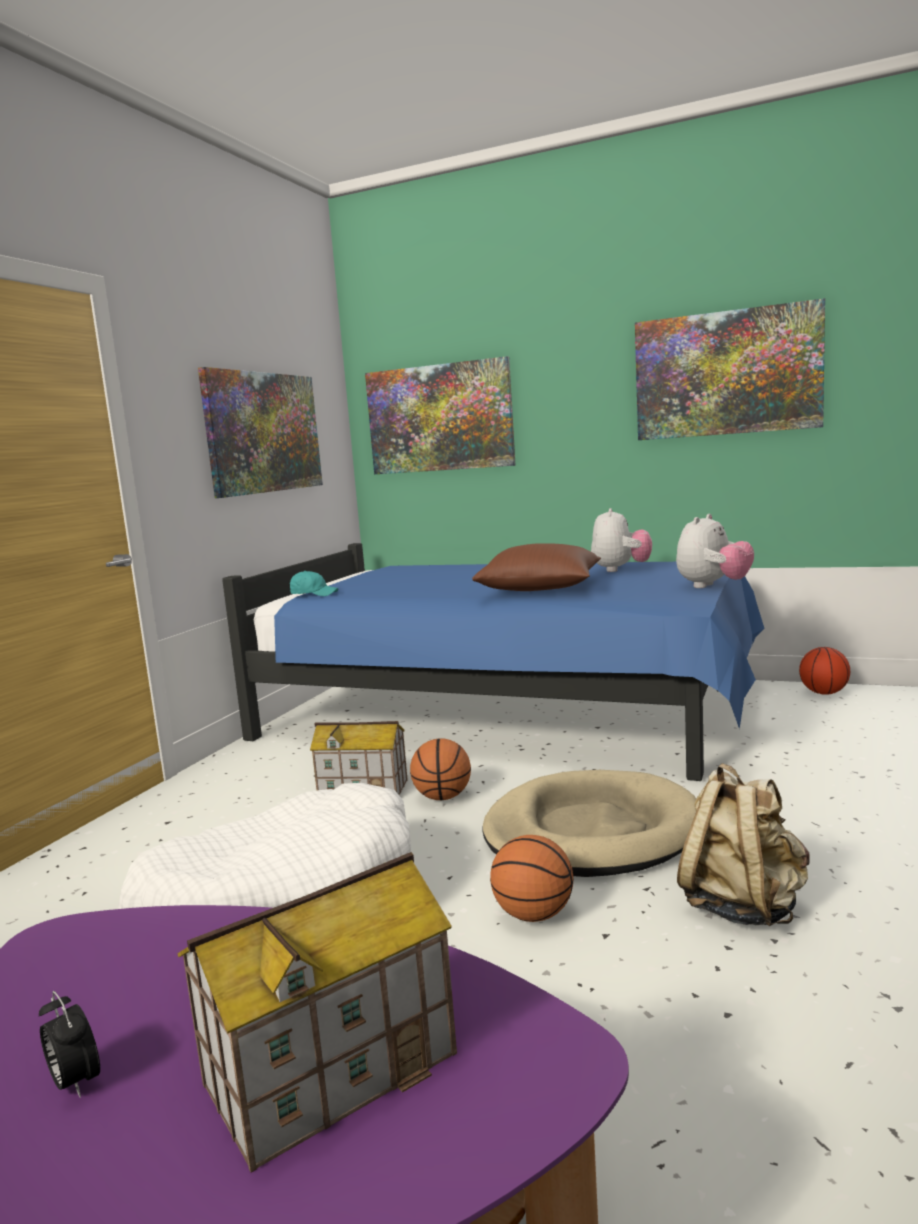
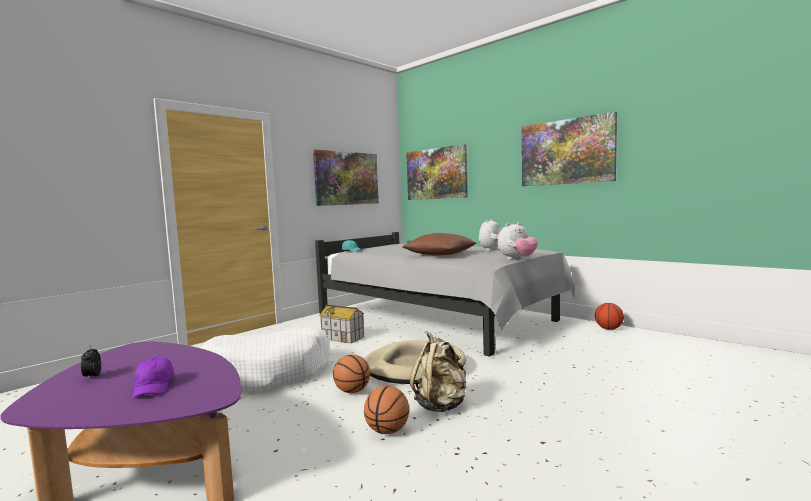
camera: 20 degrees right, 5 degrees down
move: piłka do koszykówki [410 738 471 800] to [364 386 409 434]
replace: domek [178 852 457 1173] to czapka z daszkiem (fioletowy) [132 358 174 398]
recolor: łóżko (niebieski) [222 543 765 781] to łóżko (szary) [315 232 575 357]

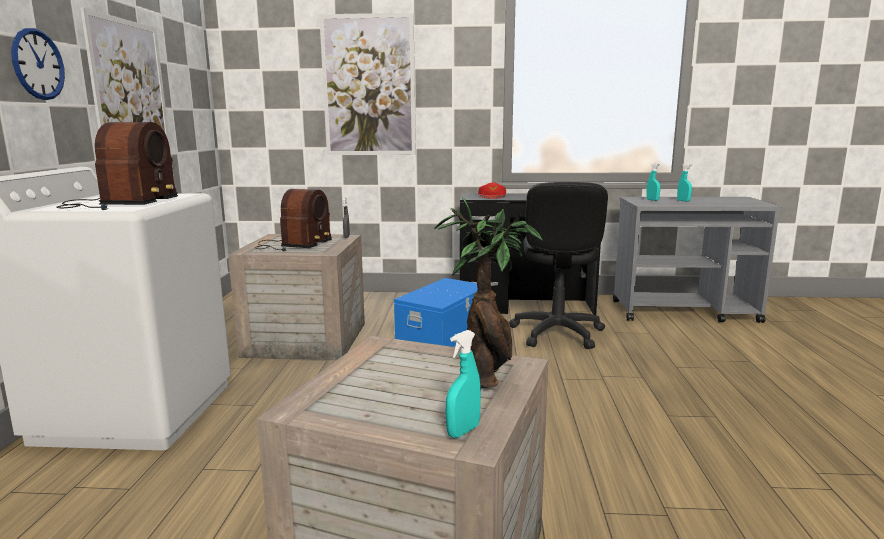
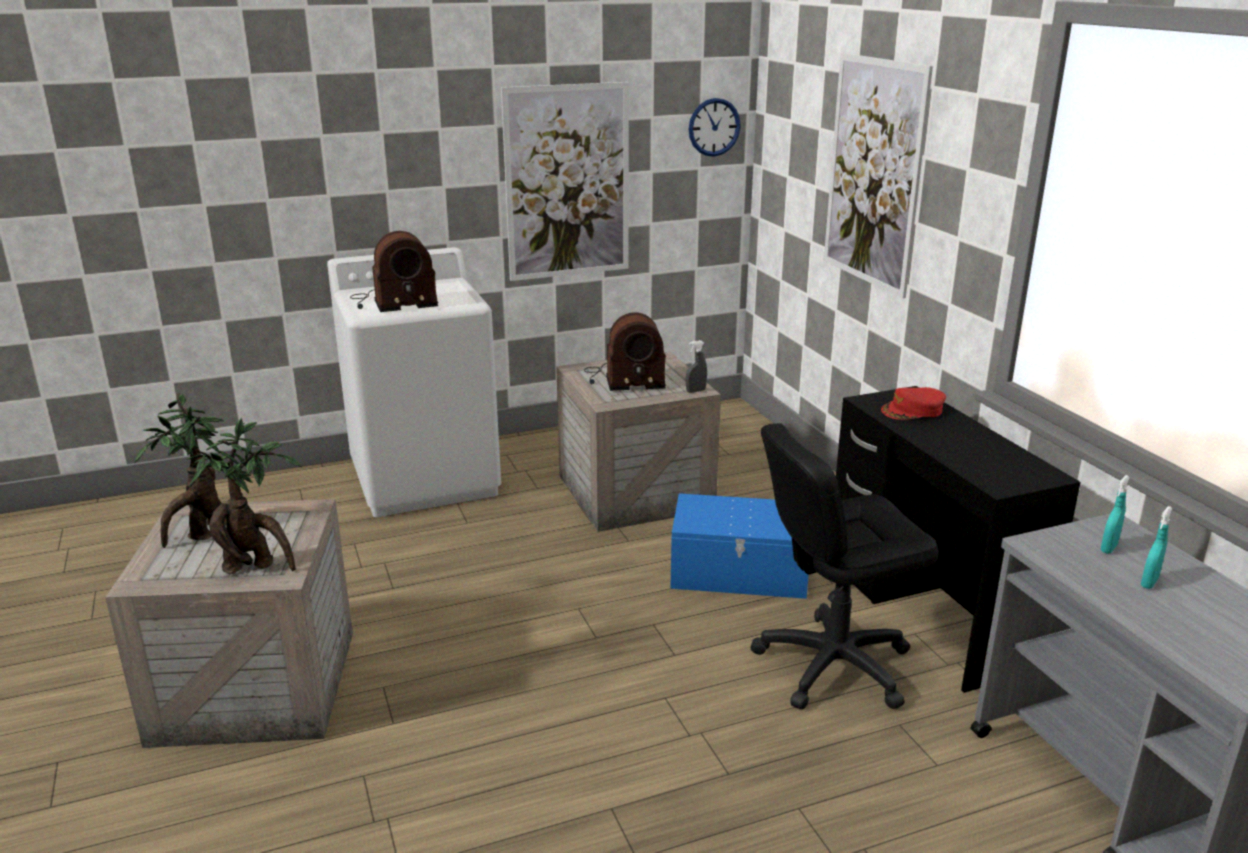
camera: 65 degrees right, 10 degrees up
delete: spryskiwacz (turkusowy) [446 330 481 438]
insert: roślina doniczkowa [134 392 227 548]
move: zegar ścienny [11 28 65 100] to [689 98 741 157]

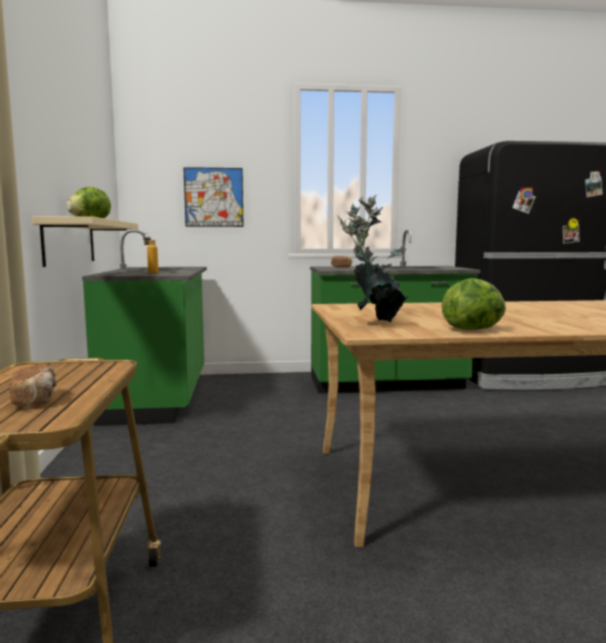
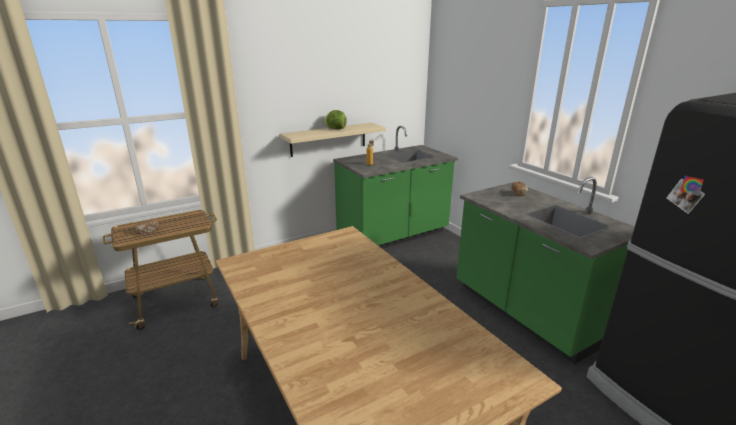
camera: 65 degrees right, 15 degrees up
delete: obraz [183 167 244 227]; roślina doniczkowa [338 195 408 323]; sałata [442 278 506 330]

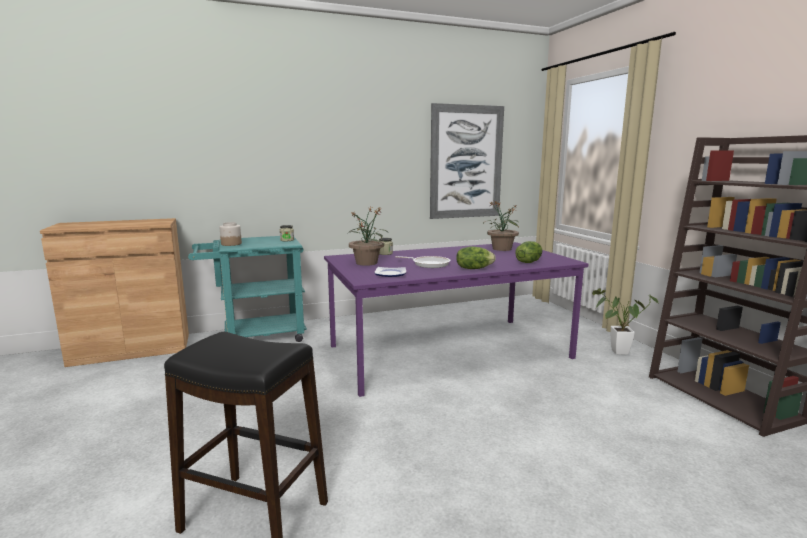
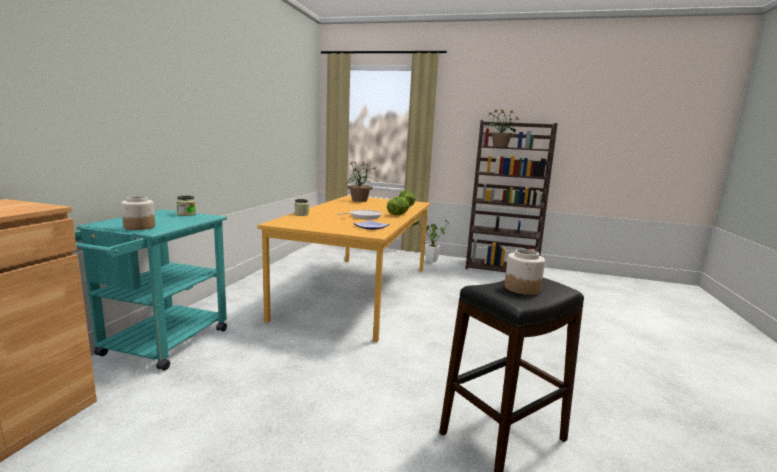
camera: 55 degrees left, 0 degrees up
delete: obraz [430 103 504 219]
insert: słoik [505 249 545 295]
move: roślina doniczkowa [348 207 388 266] to [486 109 520 147]
recolor: stół jadalny (fioletowy) [324 242 588 397] to stół jadalny (pomarańczowy) [258 195 430 342]

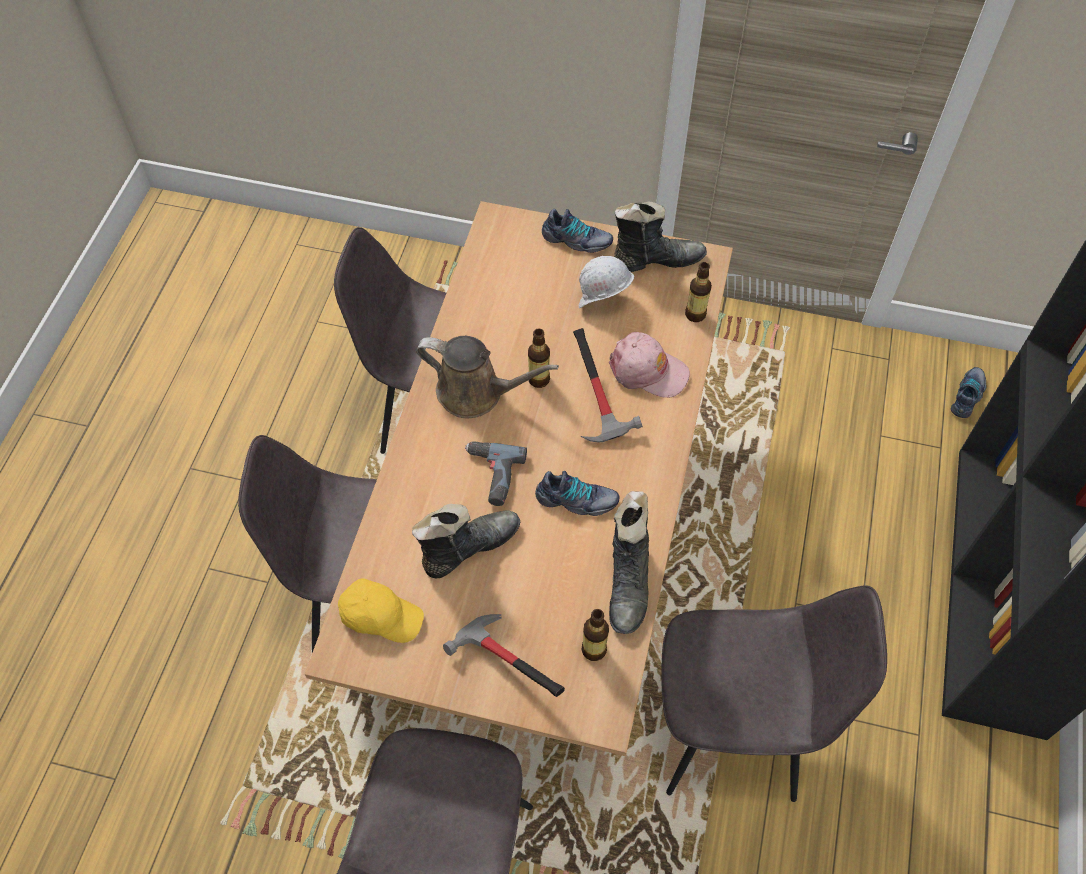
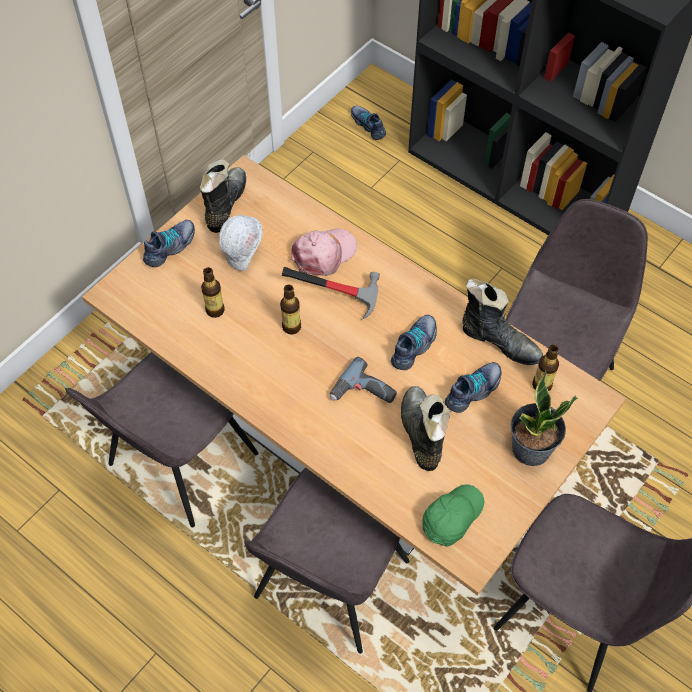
camera: 65 degrees left, 0 degrees up
delete: konewka (brązowy) [416 336 559 418]
insert: but [445 362 501 413]
move: butelka [685 262 712 322] to [201 267 225 318]
replace: młotek [443 614 565 697] to roślina doniczkowa [511 370 578 466]
recolor: czapka z daszkiem (żółty) [338 578 424 643] to czapka z daszkiem (zielony) [422 484 484 546]

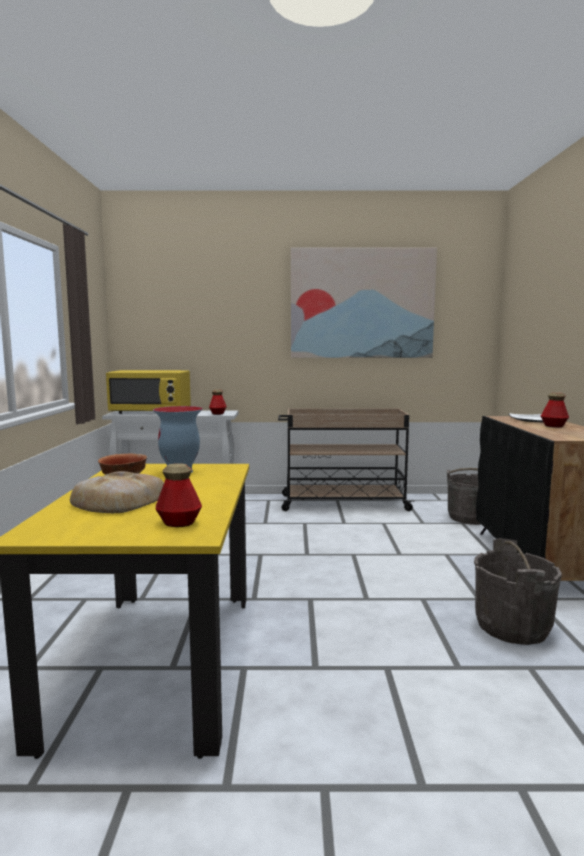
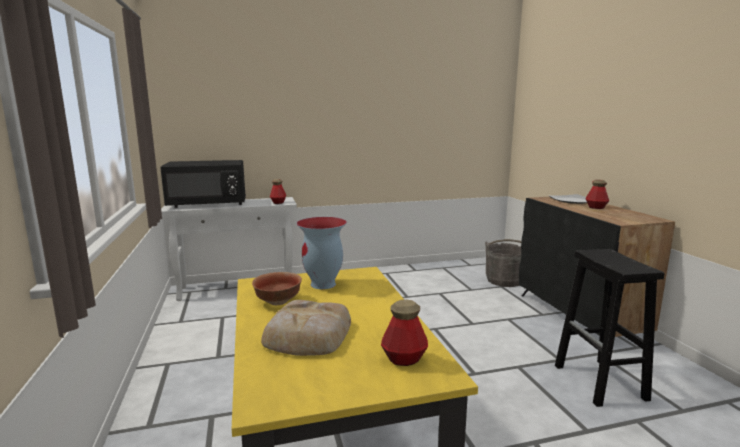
camera: 15 degrees left, 5 degrees up
delete: wózek (beżowy) [278 409 414 511]; obraz [291 247 437 358]
replace: wiadro (szary) [474 538 562 645] to stołek (czarny) [555 249 664 407]
recolor: mikrofalówka (żółty) [106 370 191 414] to mikrofalówka (czarny) [160 160 246 208]

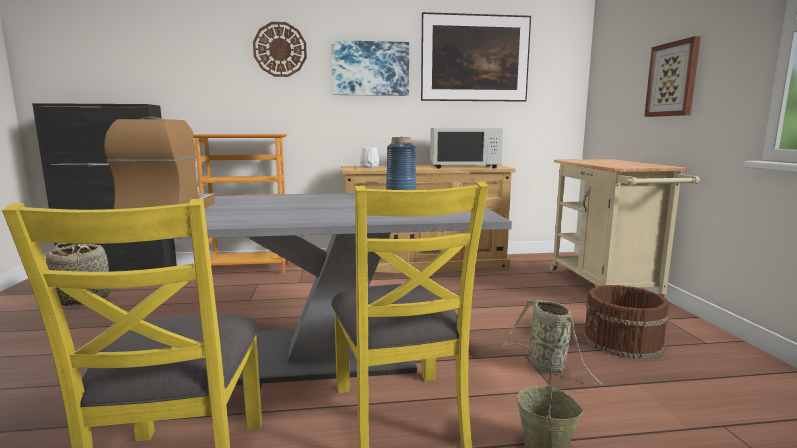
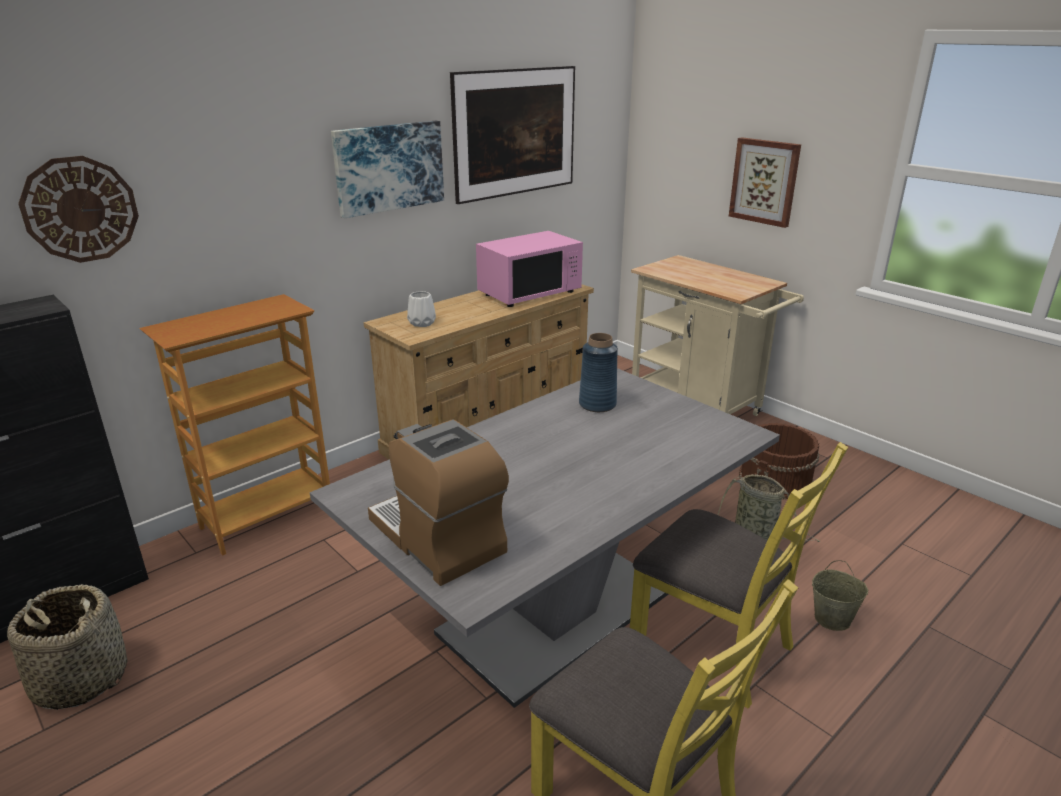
camera: 35 degrees left, 15 degrees up
move: zegar ścienny [253 22 307 77] to [18 156 139 263]
recolor: mikrofalówka (biały) [430 128 503 168] to mikrofalówka (różowy) [476 231 583 307]

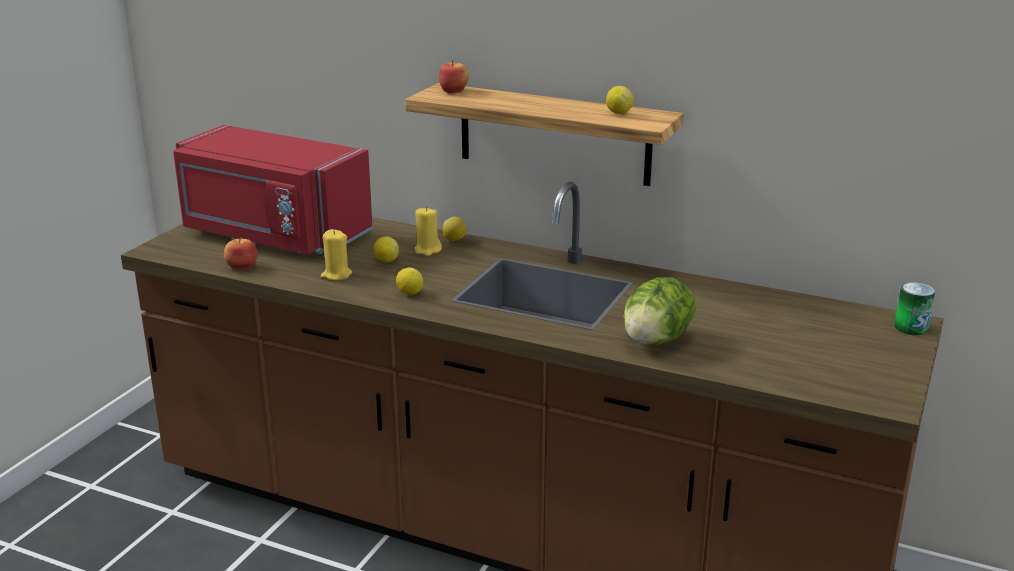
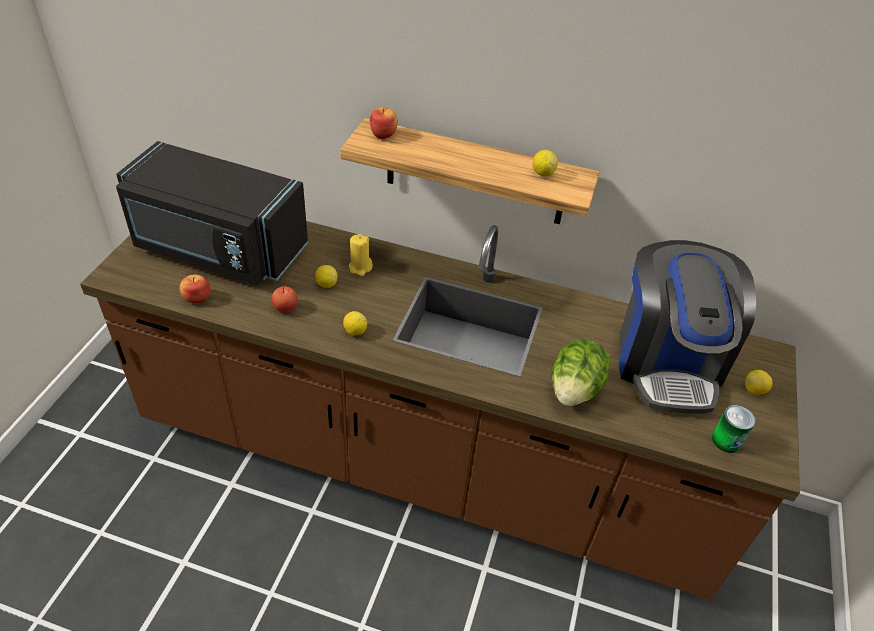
camera: 10 degrees left, 20 degrees up
insert: ekspres do kawy [618 240 756 414]
move: cytryna [443 217 467 241] to [745 370 773 395]; puszka [894 282 935 335] to [712 405 756 453]
replace: świeca (żółty) [321 229 352 280] to jabłko [272 286 297 312]
recolor: mikrofalówka (czerwony) [173 125 373 255] to mikrofalówka (czarny) [116 141 308 286]

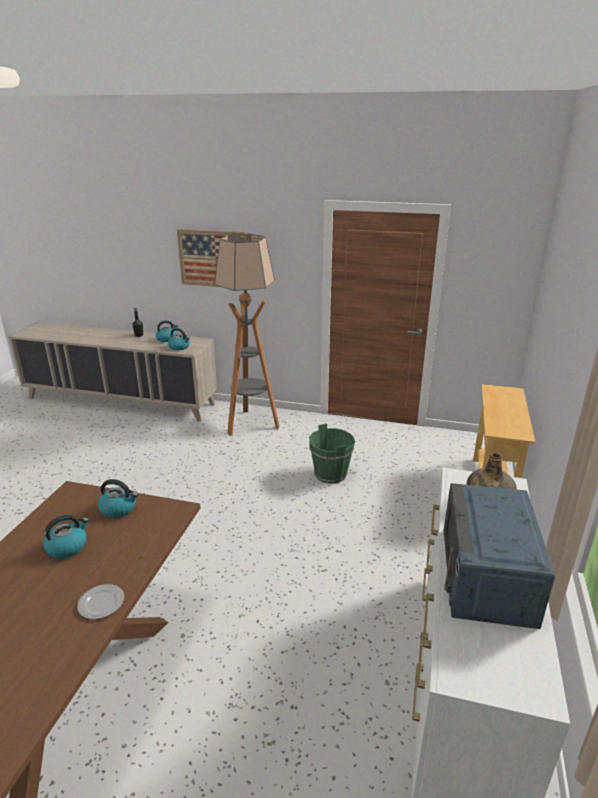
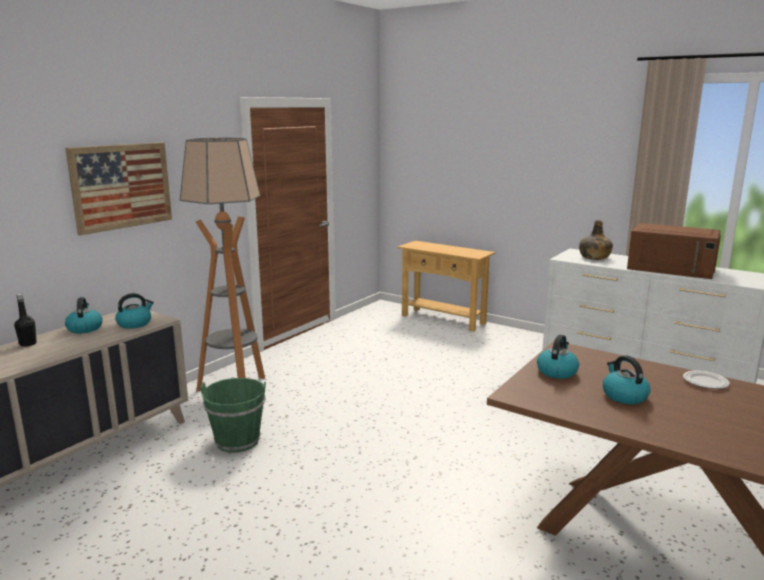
camera: 70 degrees left, 10 degrees down
move: wiadro (zielony) [309 424 355 484] to [200 378 266 453]
recolor: mikrofalówka (niebieski) [444 483 555 629] to mikrofalówka (brązowy) [627 223 721 279]

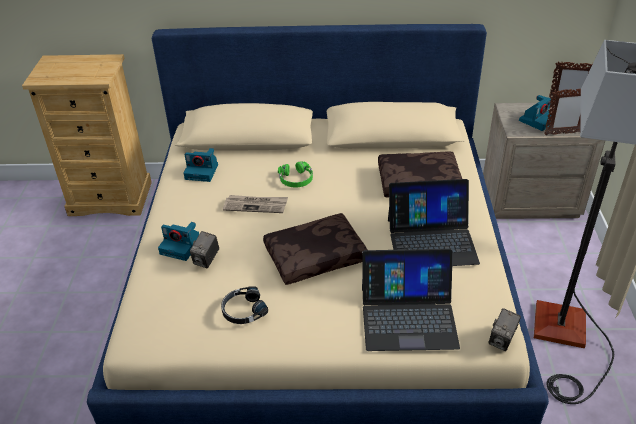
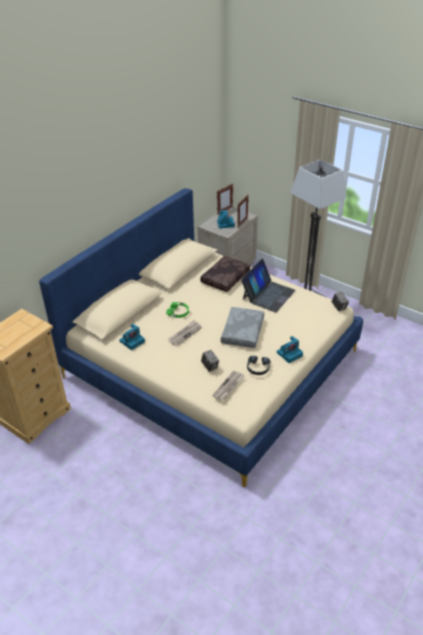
camera: 55 degrees left, 0 degrees up
delete: laptop [362 249 460 351]
insert: gazeta [212 370 245 401]
move: aparat fotograficzny [158 222 199 261] to [277 336 303 363]
recolor: poduszka (brązowy) [263 213 367 285] to poduszka (szary) [221 307 264 348]

